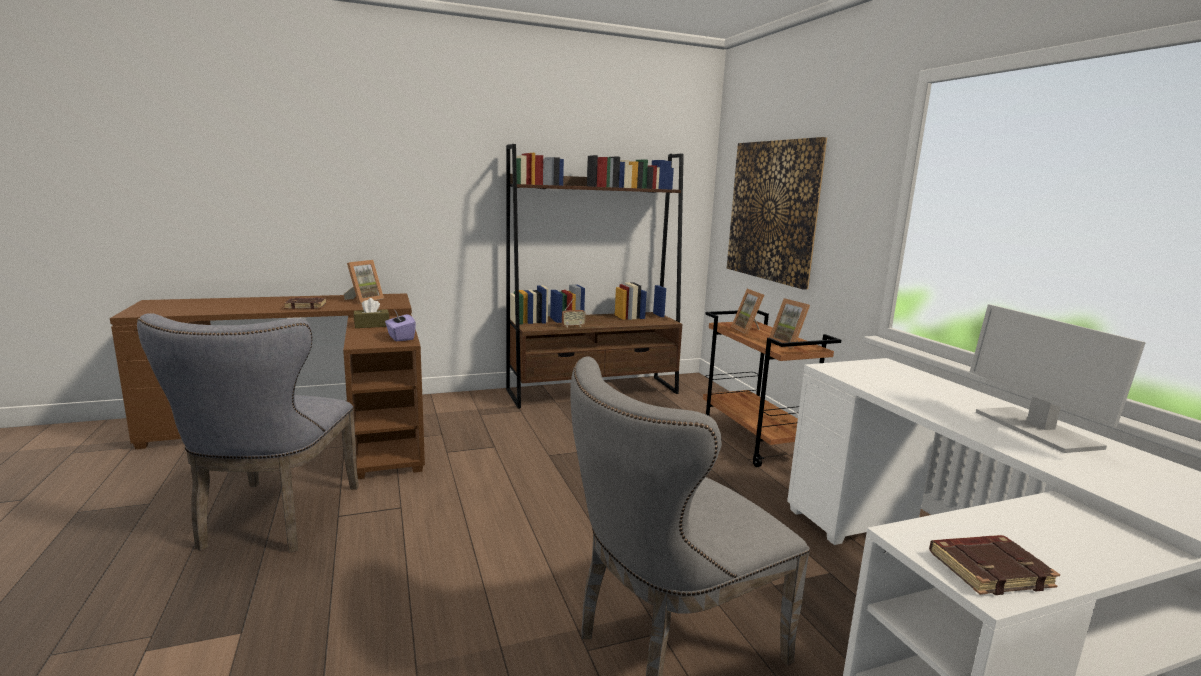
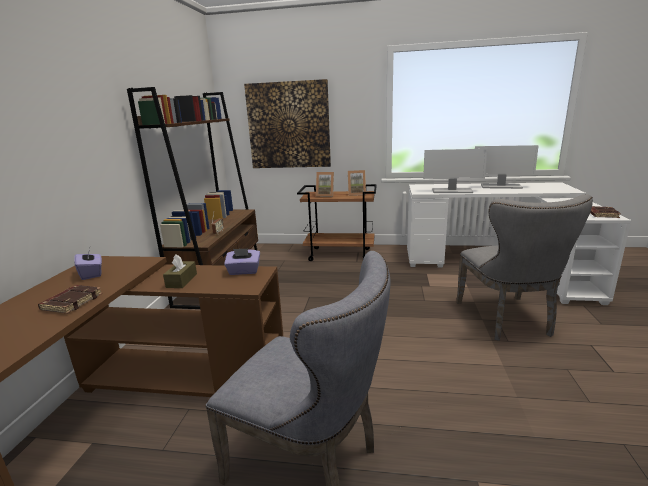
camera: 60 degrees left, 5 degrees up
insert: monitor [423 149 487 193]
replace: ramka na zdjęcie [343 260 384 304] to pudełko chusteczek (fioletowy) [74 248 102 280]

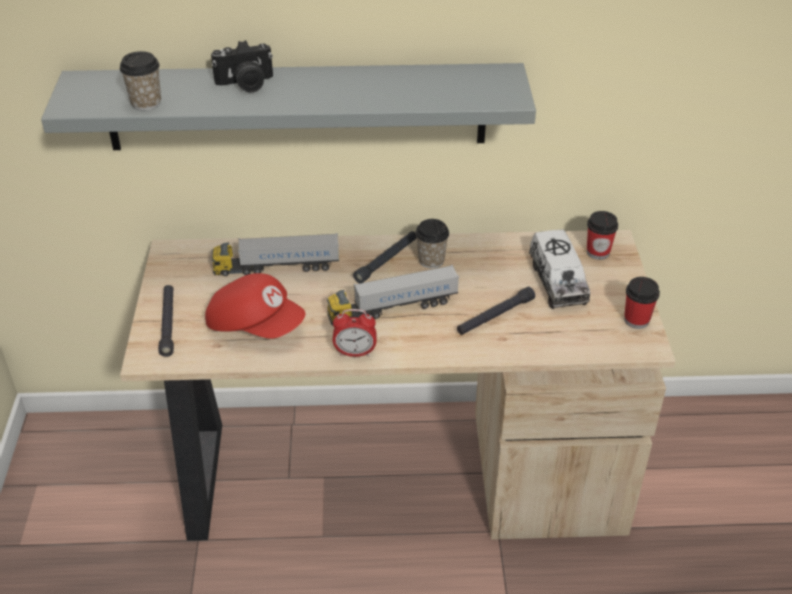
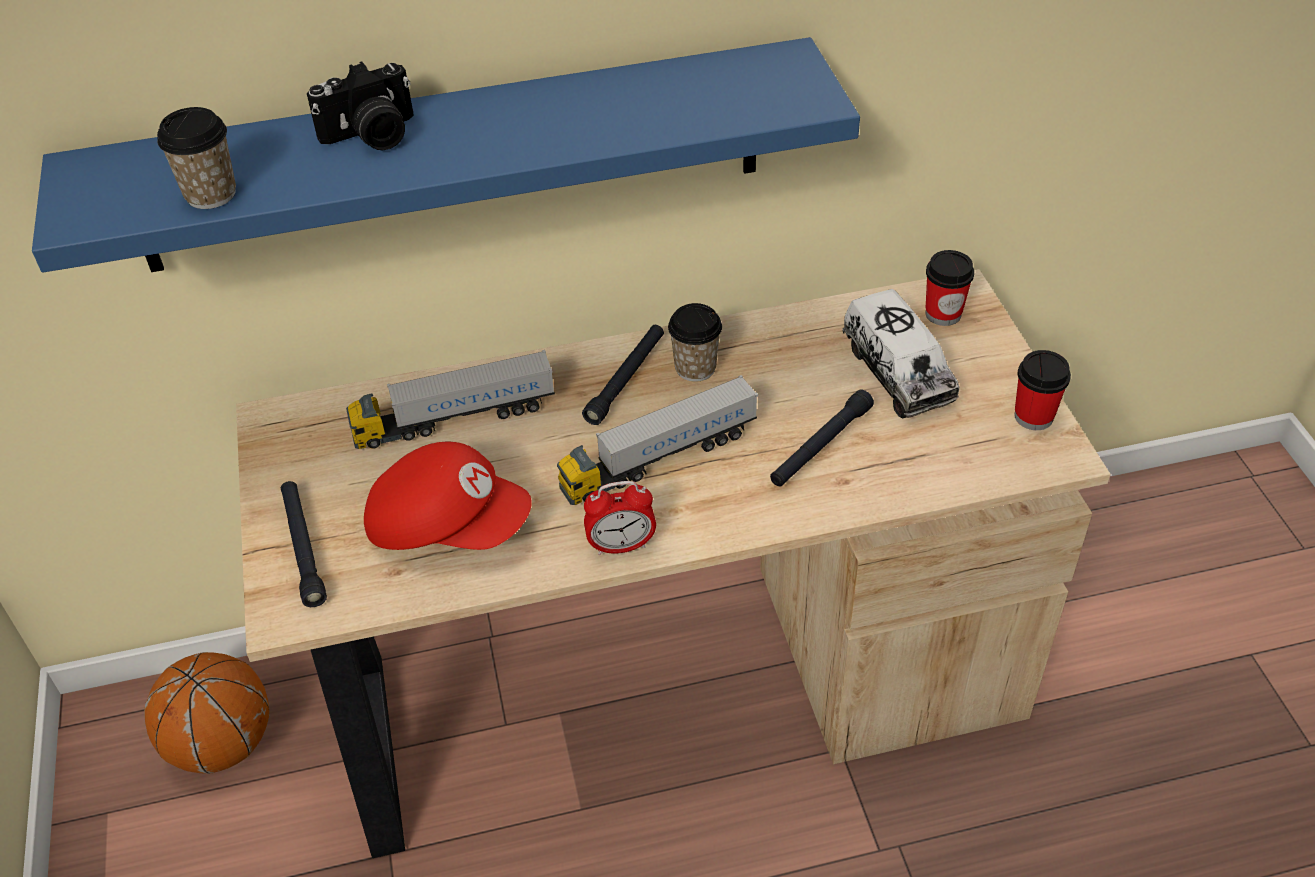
camera: 10 degrees left, 5 degrees up
insert: piłka do koszykówki [144 652 270 774]
recolor: półka (szary) [41 63 536 150] to półka (niebieski) [32 37 860 273]

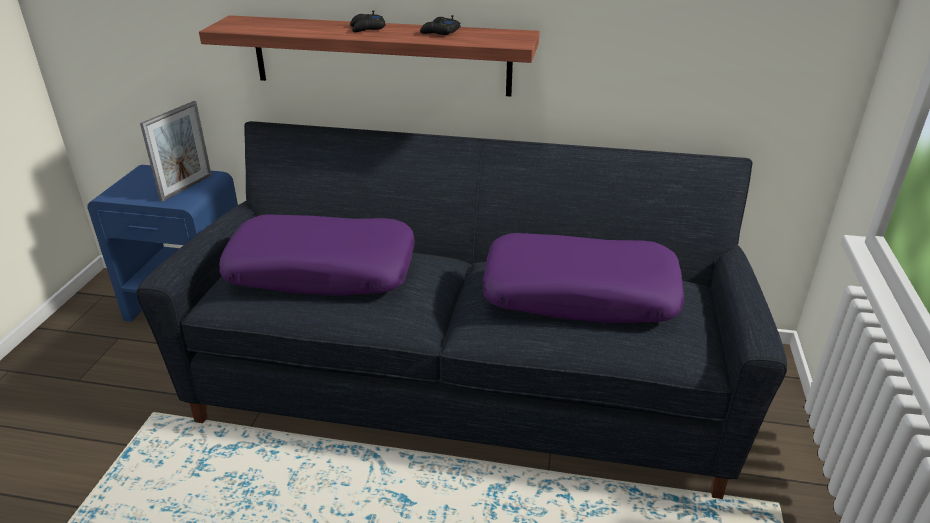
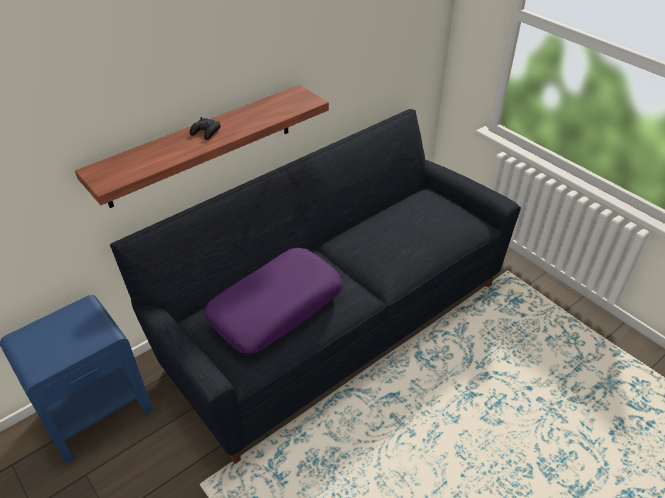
camera: 50 degrees left, 10 degrees up
delete: ramka na zdjęcie [140 101 212 202]; pad do gier (czarny) [420 15 461 35]; poduszka (fioletowy) [483 233 684 323]

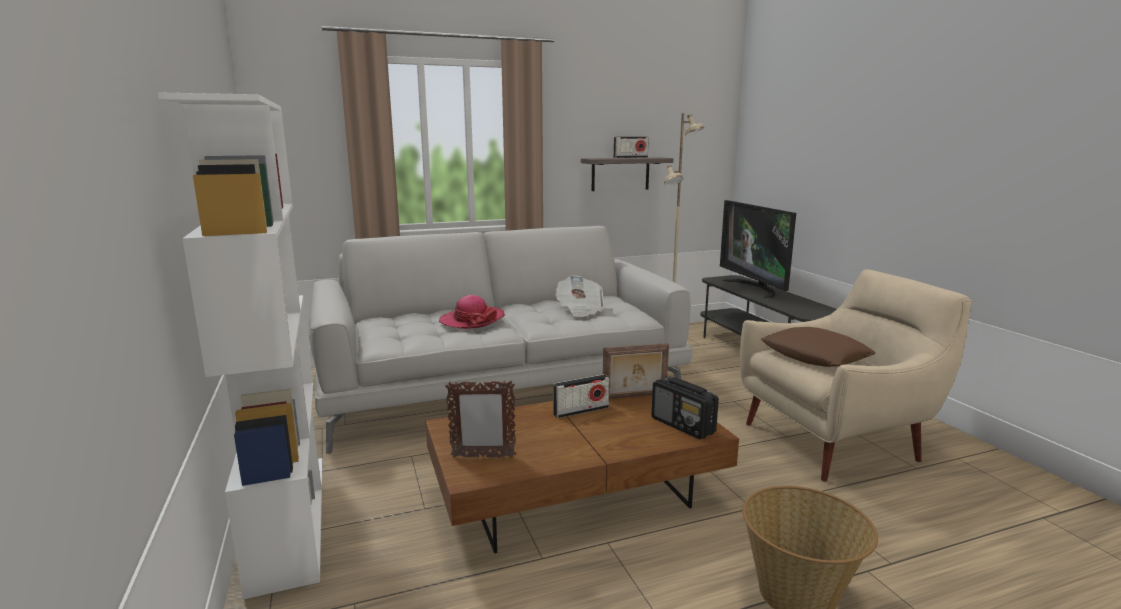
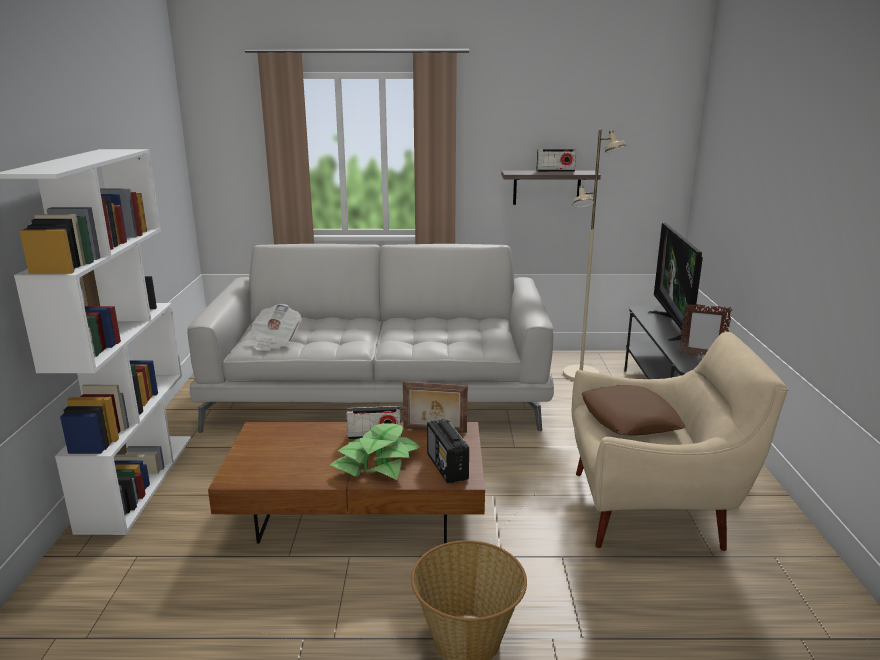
camera: 20 degrees right, 5 degrees up
delete: kapelusz [439 295 505 329]
insert: roślina doniczkowa [330 423 420 480]
move: ramka na zdjęcie [445 381 516 457] to [679 304 732 356]; gazeta [555 275 604 318] to [251 304 302 350]

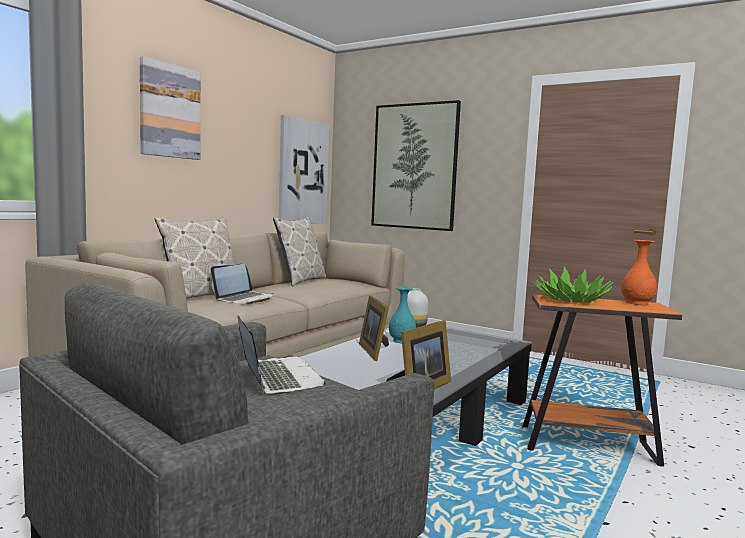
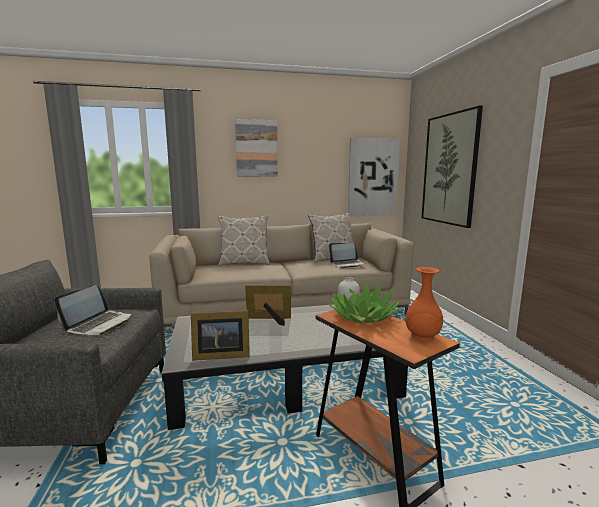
camera: 45 degrees right, 5 degrees up
delete: wazon (turkusowy) [389 287 416 343]
move: laptop [211 264 274 305] to [329 243 365 268]
rotate: ramka na zdjęcie [359 295 389 361] = [245 285 291 326] 60 degrees clockwise

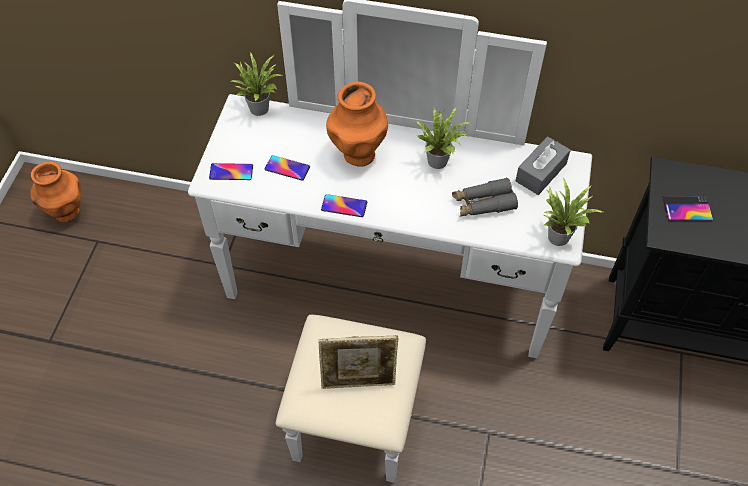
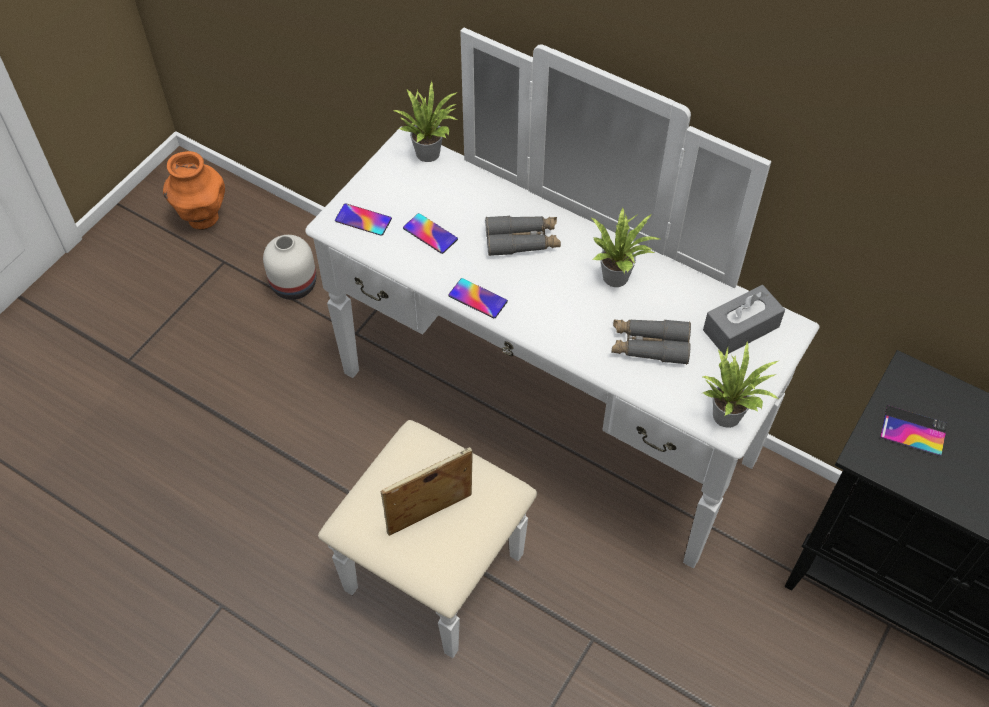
camera: 20 degrees right, 0 degrees up
insert: wazon (biały) [263 235 316 300]
replace: wazon (pomarańczowy) [326 82 388 167] to lornetka (szary) [485 216 561 256]
rotate: ramka na zdjęcie [318 335 399 389] = [380 447 473 536] 135 degrees clockwise

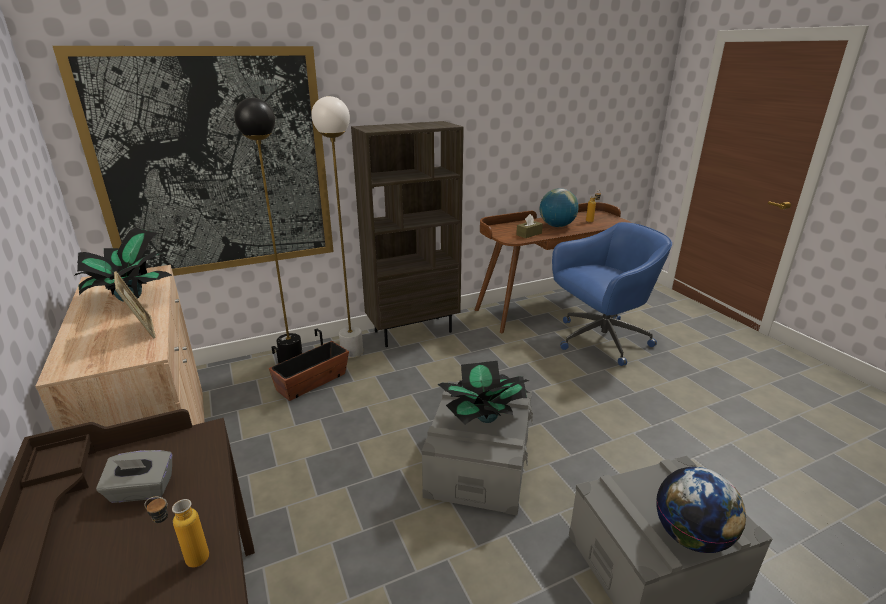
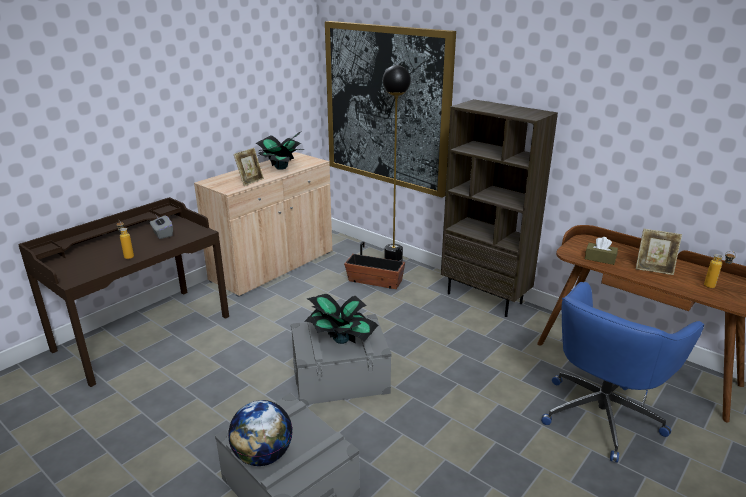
camera: 65 degrees right, 0 degrees up
delete: lampa stojąca (biały) [311 96 363 358]
replace: globus [540 188 579 227] to ramka na zdjęcie [636 229 682 275]
rotate: krzesło biurowe (niebieski) [552 222 672 366] = [541 282 704 463] 90 degrees clockwise

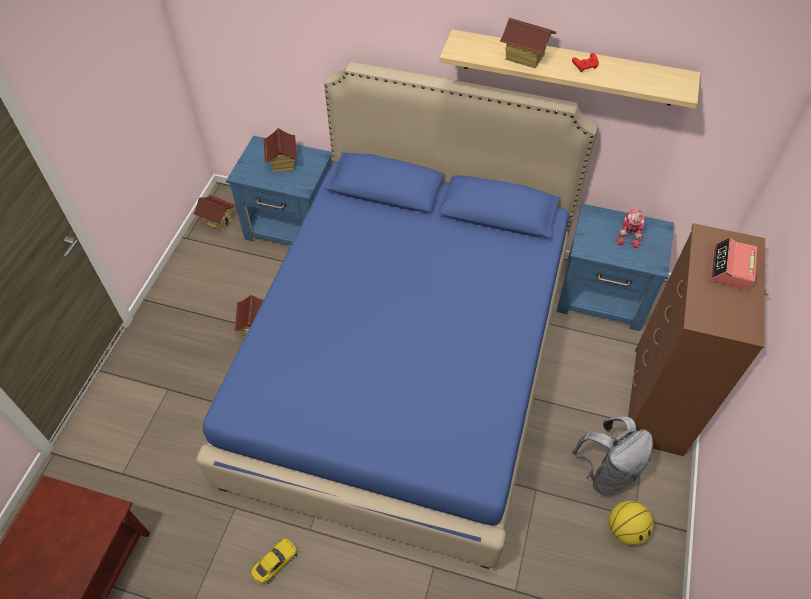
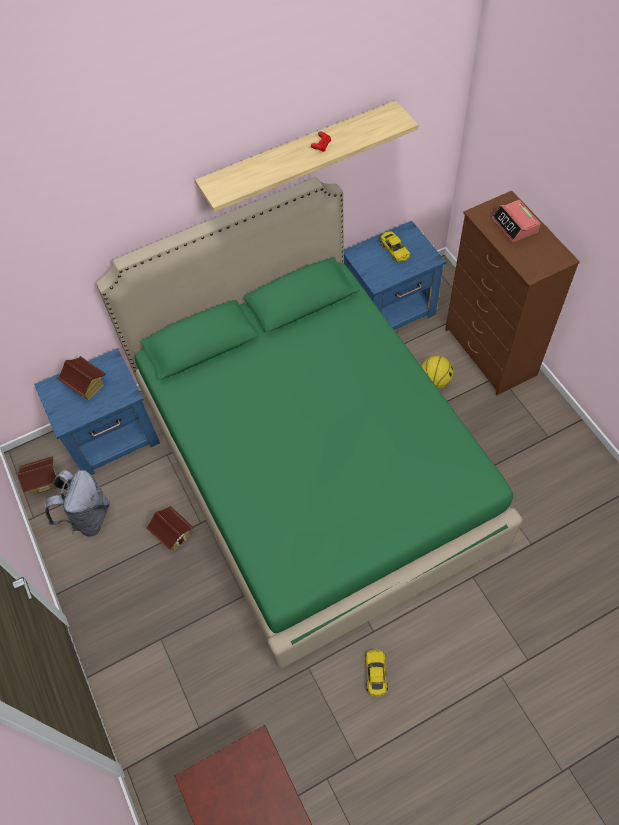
camera: 40 degrees left, 5 degrees up
delete: domek [500 18 556 69]
move: plecak (szary) [572 416 653 496] to [45 470 110 537]; piłka do koszykówki [609 501 654 545] to [421 356 453 389]
replace: robot zabawkowy [616 209 645 248] to samochodzik (żółty) [380 231 410 262]
recolor: łóżko (niebieski) [196 61 598 569] to łóżko (zielony) [96 177 522 668]

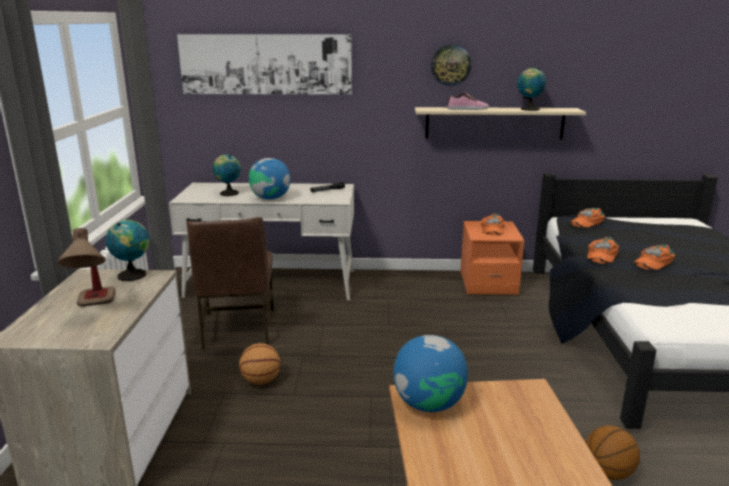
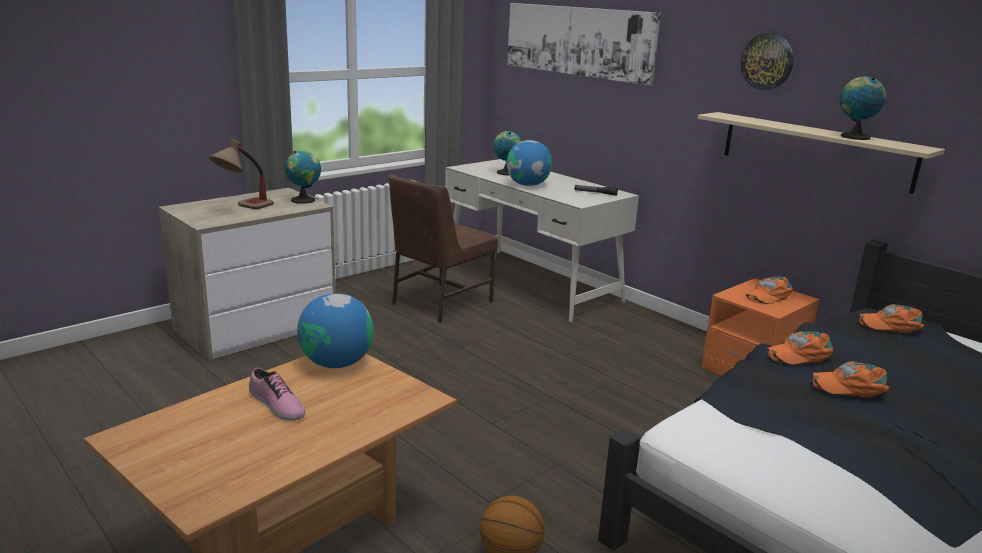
camera: 45 degrees right, 0 degrees up
delete: piłka do koszykówki [239 343 281 385]
move: but [447 93 489 110] to [249 368 305 421]

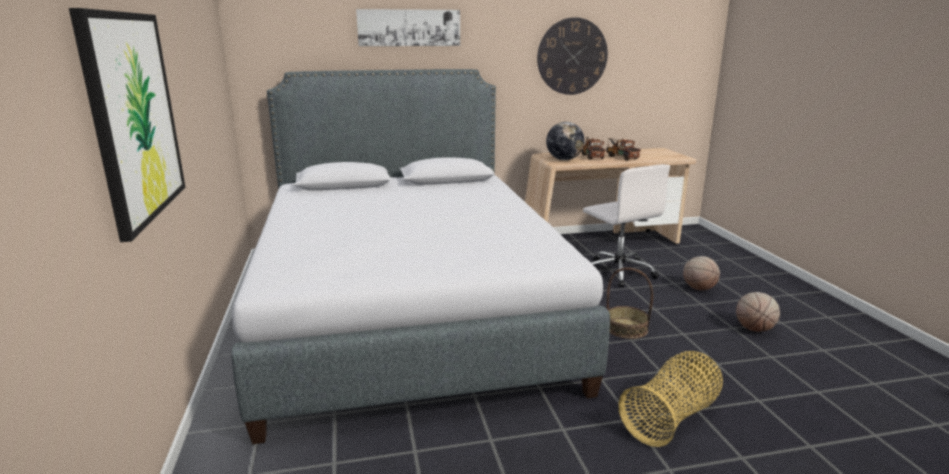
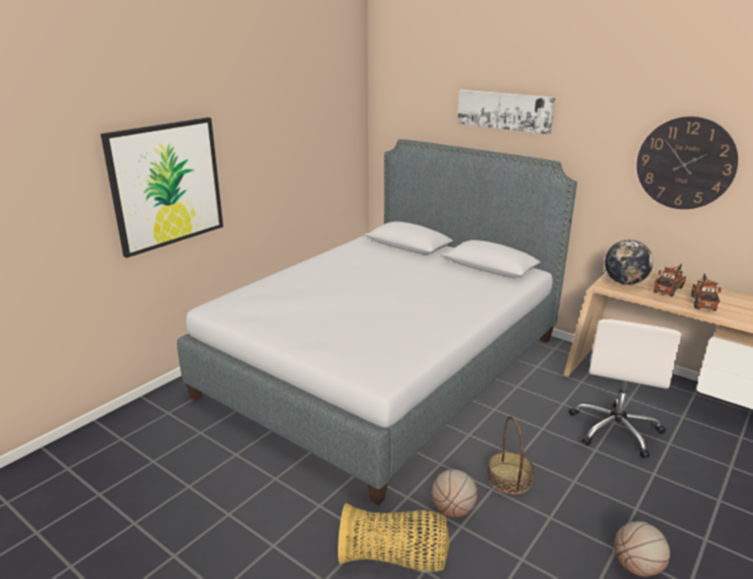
camera: 50 degrees right, 5 degrees up
move: piłka do koszykówki [683 256 720 290] to [431 469 478 517]

